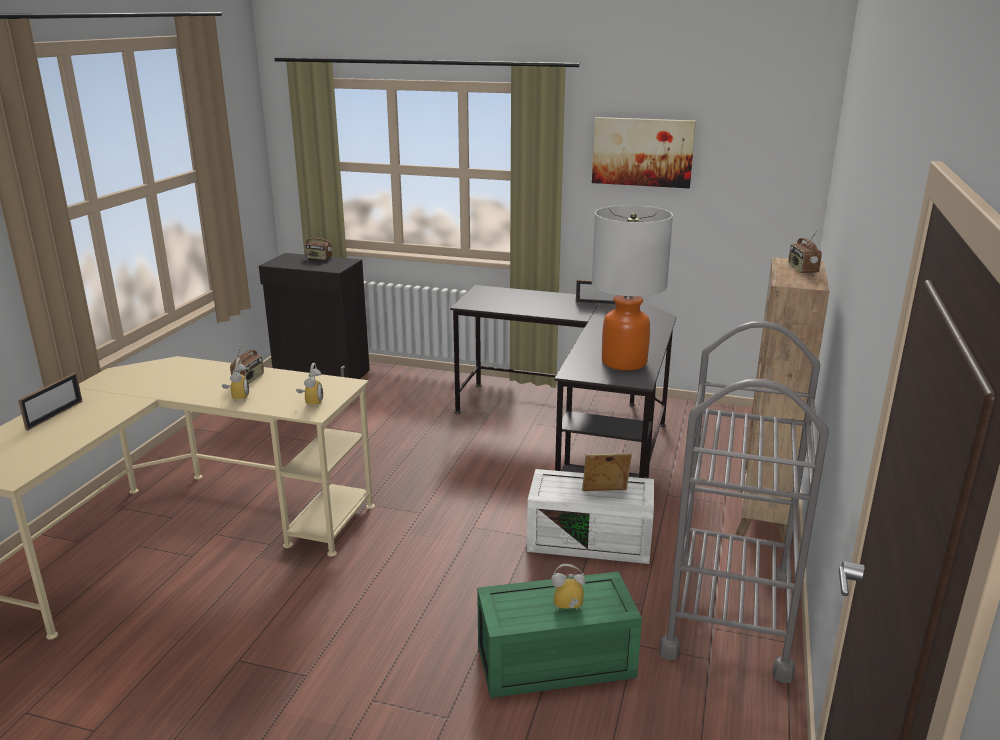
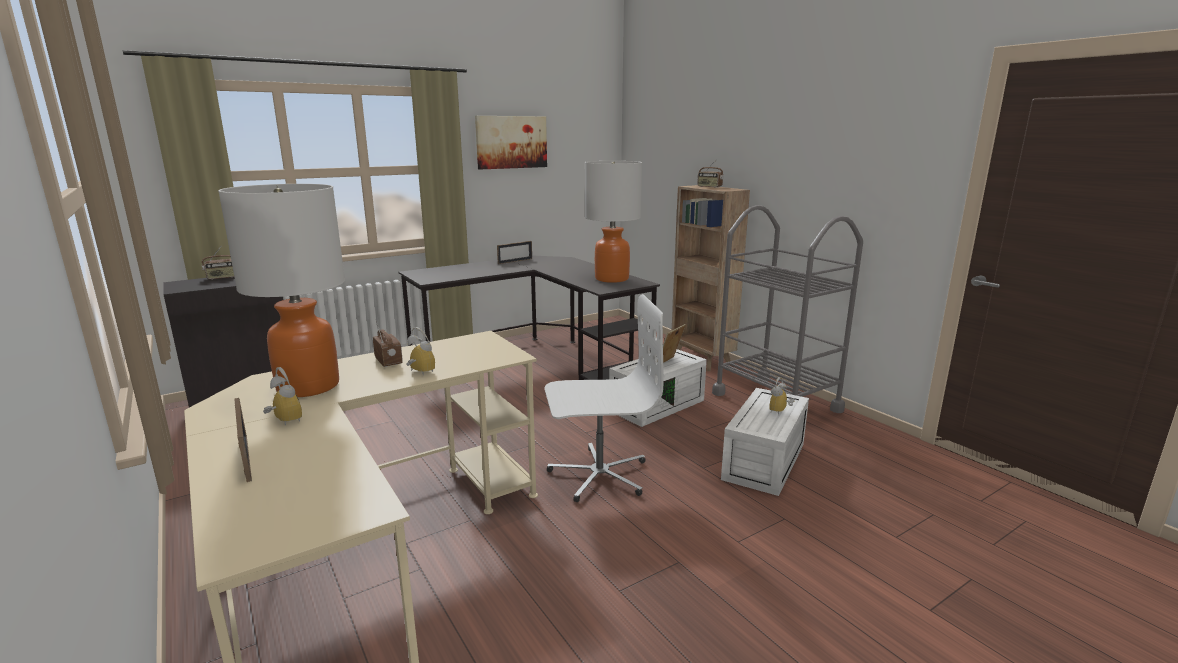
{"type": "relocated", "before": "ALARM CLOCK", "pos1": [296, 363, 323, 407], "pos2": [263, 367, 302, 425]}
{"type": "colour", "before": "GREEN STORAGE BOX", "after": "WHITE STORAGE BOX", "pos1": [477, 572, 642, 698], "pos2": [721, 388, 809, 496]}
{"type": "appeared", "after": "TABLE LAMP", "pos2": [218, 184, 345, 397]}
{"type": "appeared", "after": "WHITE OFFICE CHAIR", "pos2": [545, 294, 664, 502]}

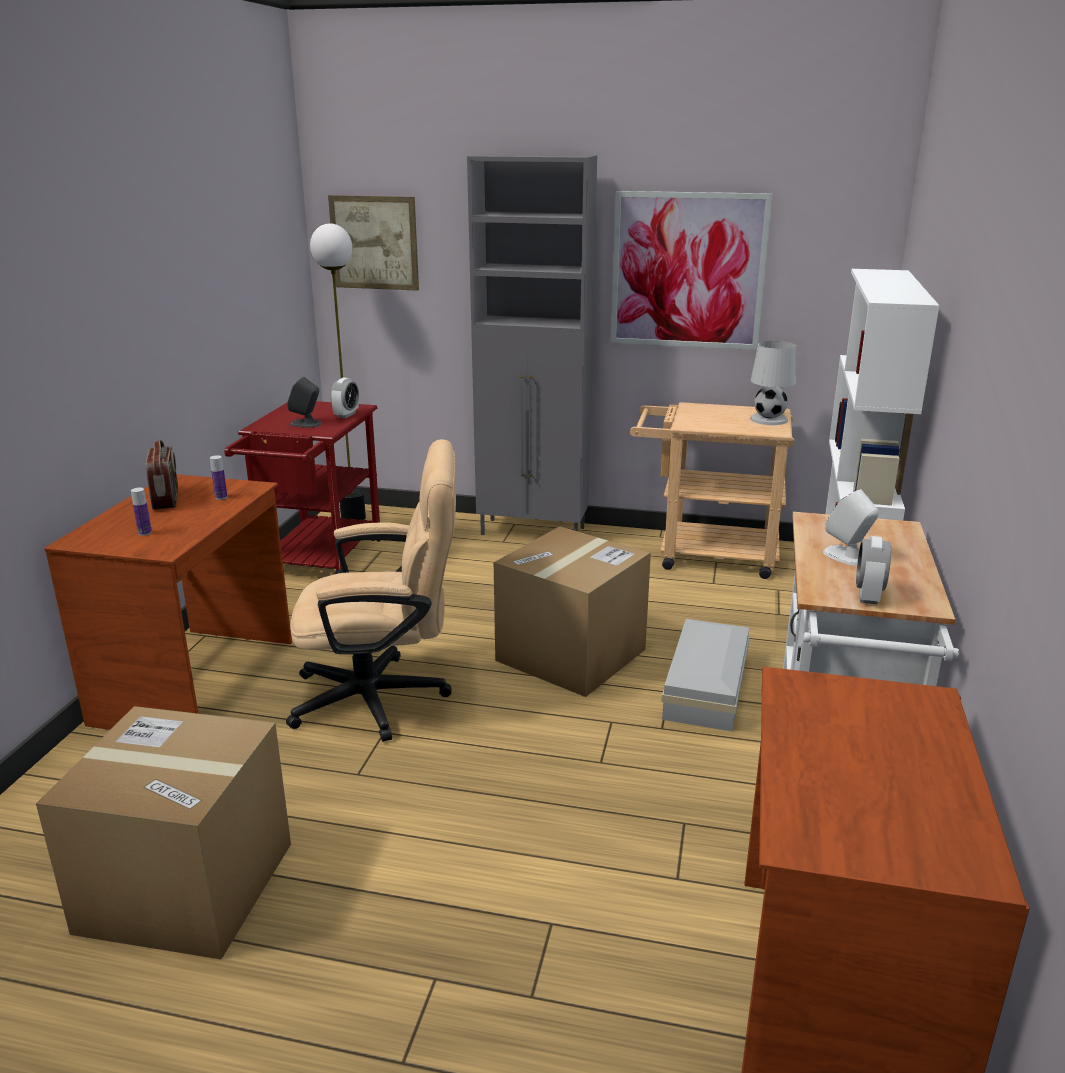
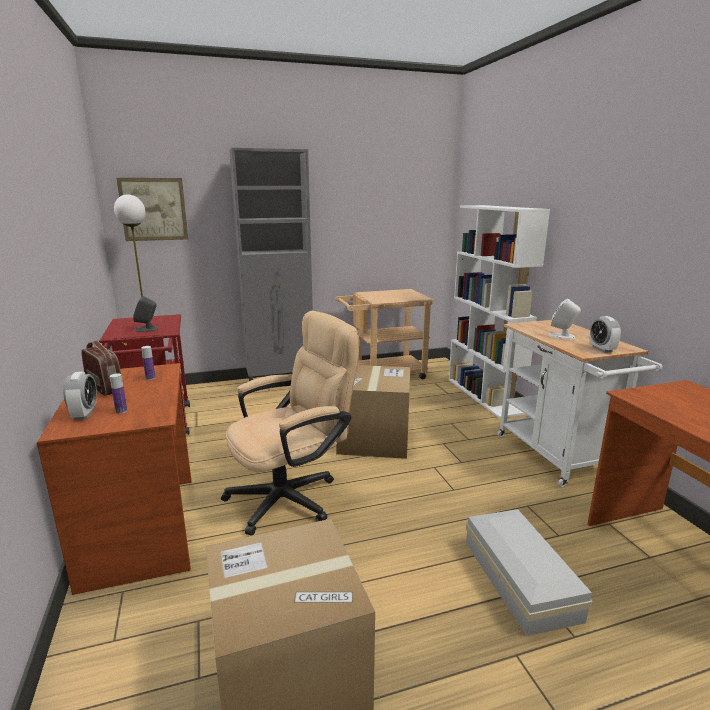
{"type": "relocated", "before": "ALARM CLOCK", "pos1": [330, 378, 359, 418], "pos2": [63, 372, 97, 420]}
{"type": "missing", "before": "PICTURE", "pos1": [611, 191, 772, 350]}
{"type": "relocated", "before": "WHITE STORAGE BOX", "pos1": [662, 619, 750, 731], "pos2": [466, 509, 592, 636]}
{"type": "missing", "before": "WHITE TABLE LAMP", "pos1": [750, 341, 796, 425]}

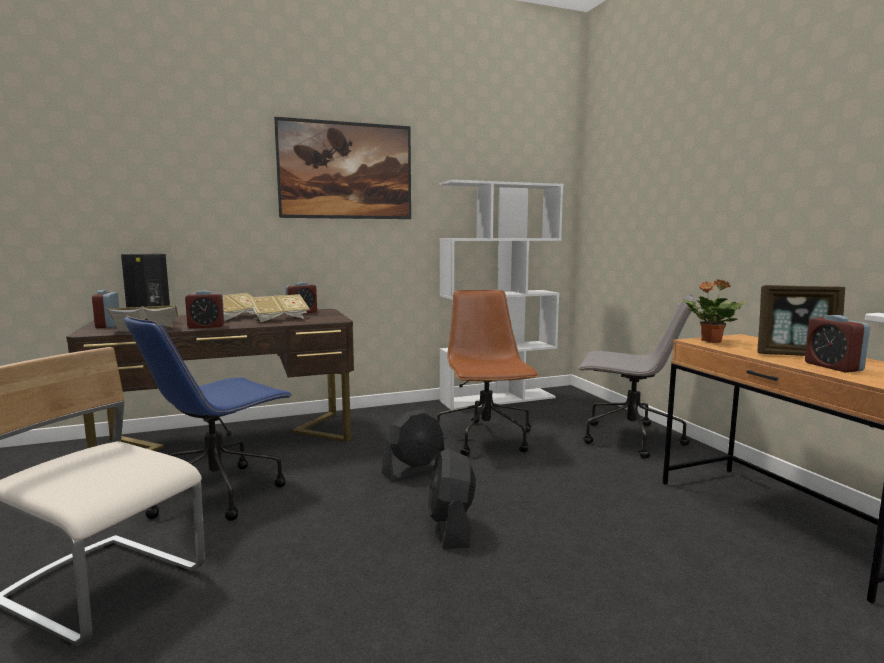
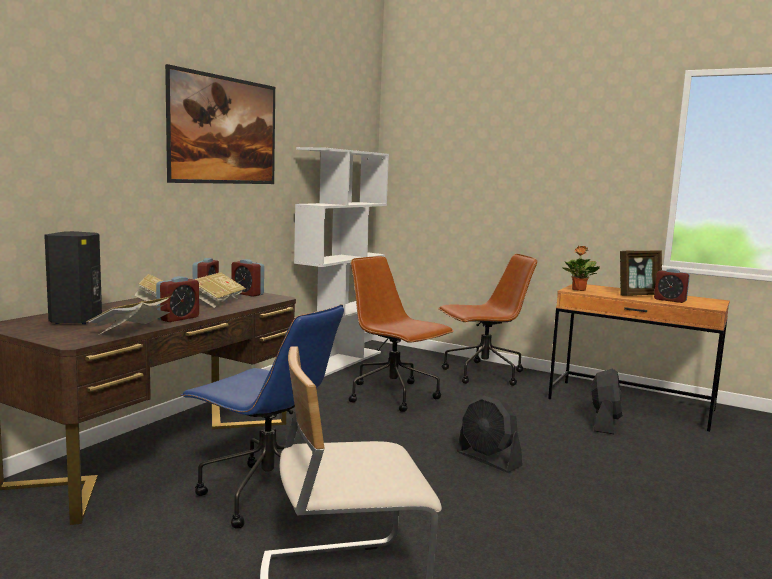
{"type": "relocated", "before": "ALARM CLOCK", "pos1": [92, 290, 119, 328], "pos2": [232, 259, 264, 297]}
{"type": "spun", "before": "BLUE OFFICE CHAIR", "pos1": [124, 315, 292, 521], "pos2": [180, 304, 344, 528], "turn": -60}
{"type": "relocated", "before": "BLACK FAN", "pos1": [382, 409, 445, 482], "pos2": [591, 369, 623, 434]}
{"type": "colour", "before": "GREY OFFICE CHAIR", "after": "BROWN OFFICE CHAIR", "pos1": [578, 294, 696, 459], "pos2": [438, 254, 537, 386]}

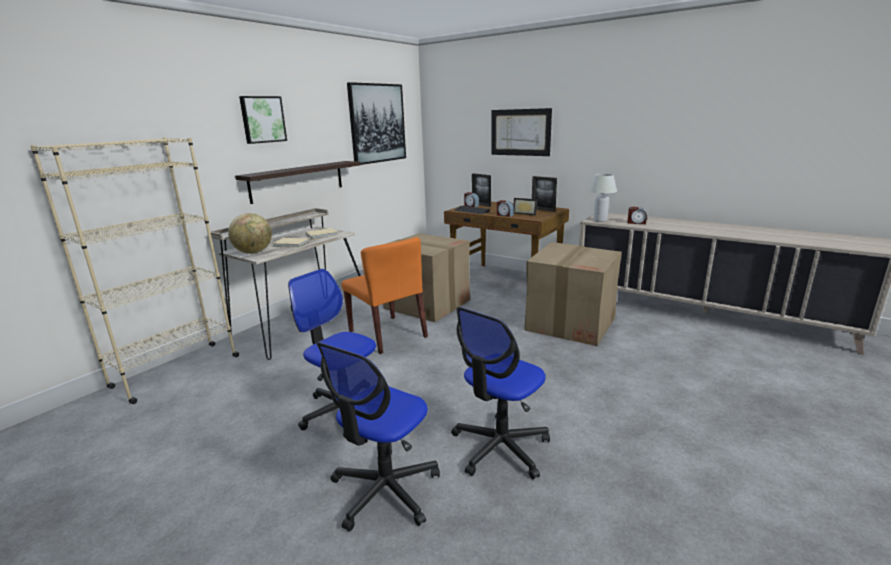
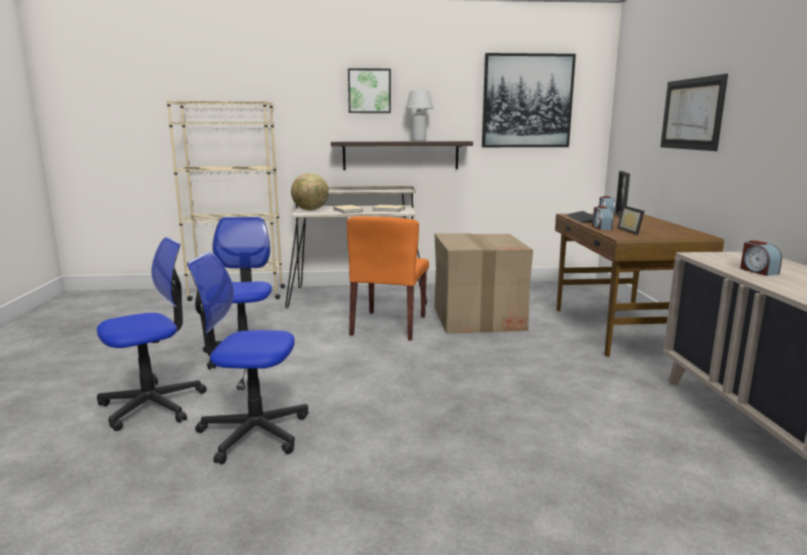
{"type": "spun", "before": "OFFICE CHAIR", "pos1": [316, 342, 440, 531], "pos2": [97, 237, 207, 431], "turn": 150}
{"type": "missing", "before": "CARDBOARD BOX", "pos1": [524, 242, 622, 346]}
{"type": "missing", "before": "PICTURE FRAME", "pos1": [532, 176, 557, 212]}
{"type": "relocated", "before": "WHITE TABLE LAMP", "pos1": [589, 174, 617, 222], "pos2": [405, 90, 434, 141]}

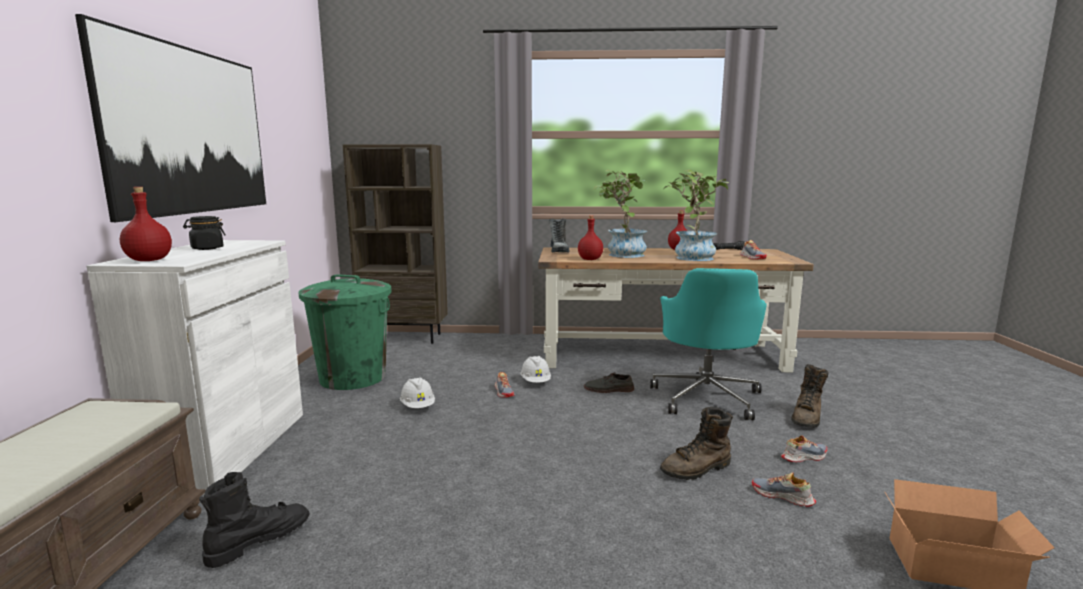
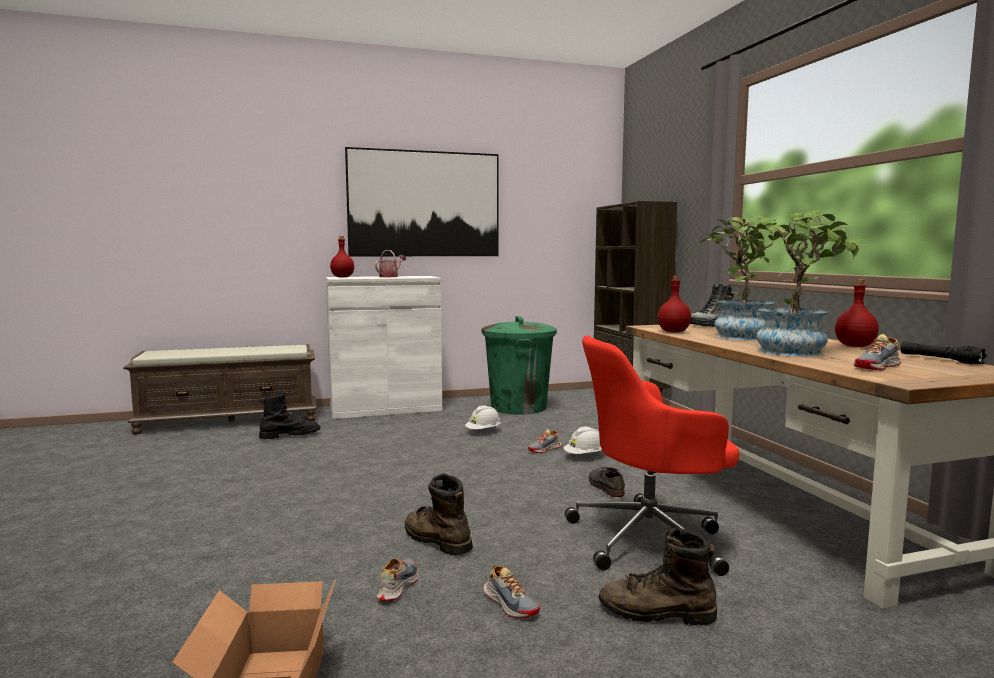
{"type": "exchanged", "before": "BLACK JAR", "after": "WATERING CAN", "pos1": [183, 216, 226, 250], "pos2": [375, 250, 406, 277]}
{"type": "spun", "before": "BLACK BOOT", "pos1": [199, 472, 310, 568], "pos2": [259, 392, 321, 440], "turn": -45}
{"type": "colour", "before": "TURQUOISE OFFICE CHAIR", "after": "RED OFFICE CHAIR", "pos1": [650, 268, 767, 420], "pos2": [565, 336, 739, 576]}

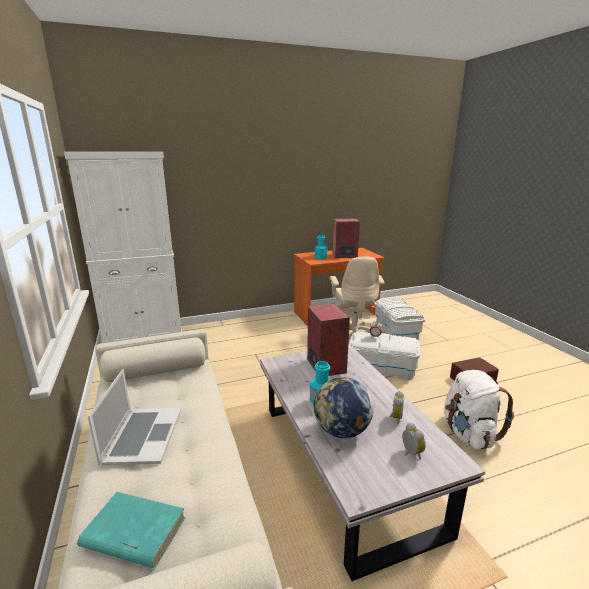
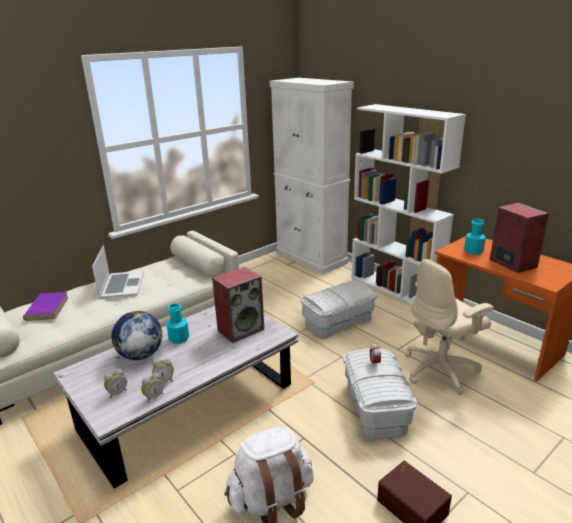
{"type": "colour", "before": "TURQUOISE BOOK", "after": "PURPLE BOOK", "pos1": [77, 492, 186, 568], "pos2": [23, 292, 69, 321]}
{"type": "spun", "before": "LAPTOP", "pos1": [88, 369, 181, 465], "pos2": [92, 245, 144, 299], "turn": -75}
{"type": "relocated", "before": "WHITE STORAGE BOX", "pos1": [374, 298, 425, 340], "pos2": [300, 280, 377, 338]}
{"type": "appeared", "after": "ALARM CLOCK", "pos2": [141, 372, 164, 403]}
{"type": "appeared", "after": "WHITE BOOKCASE", "pos2": [351, 104, 466, 304]}

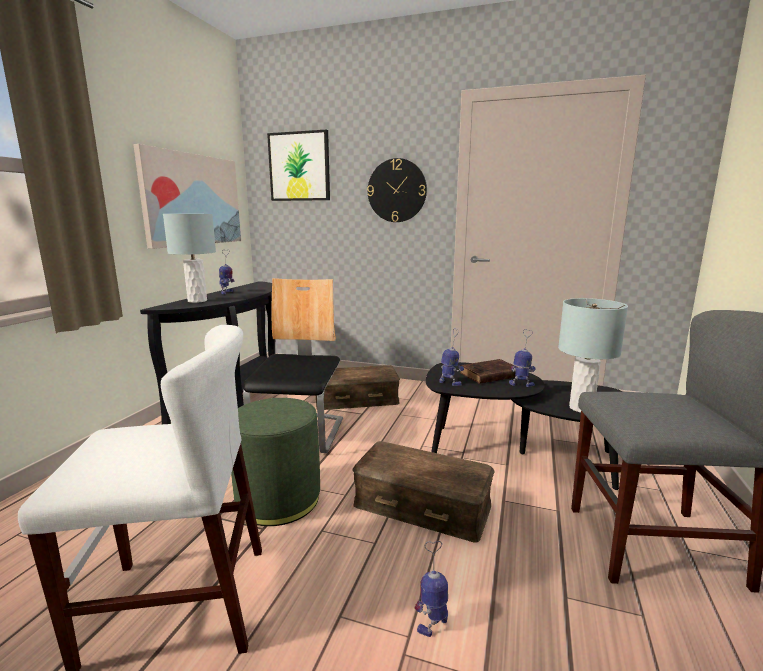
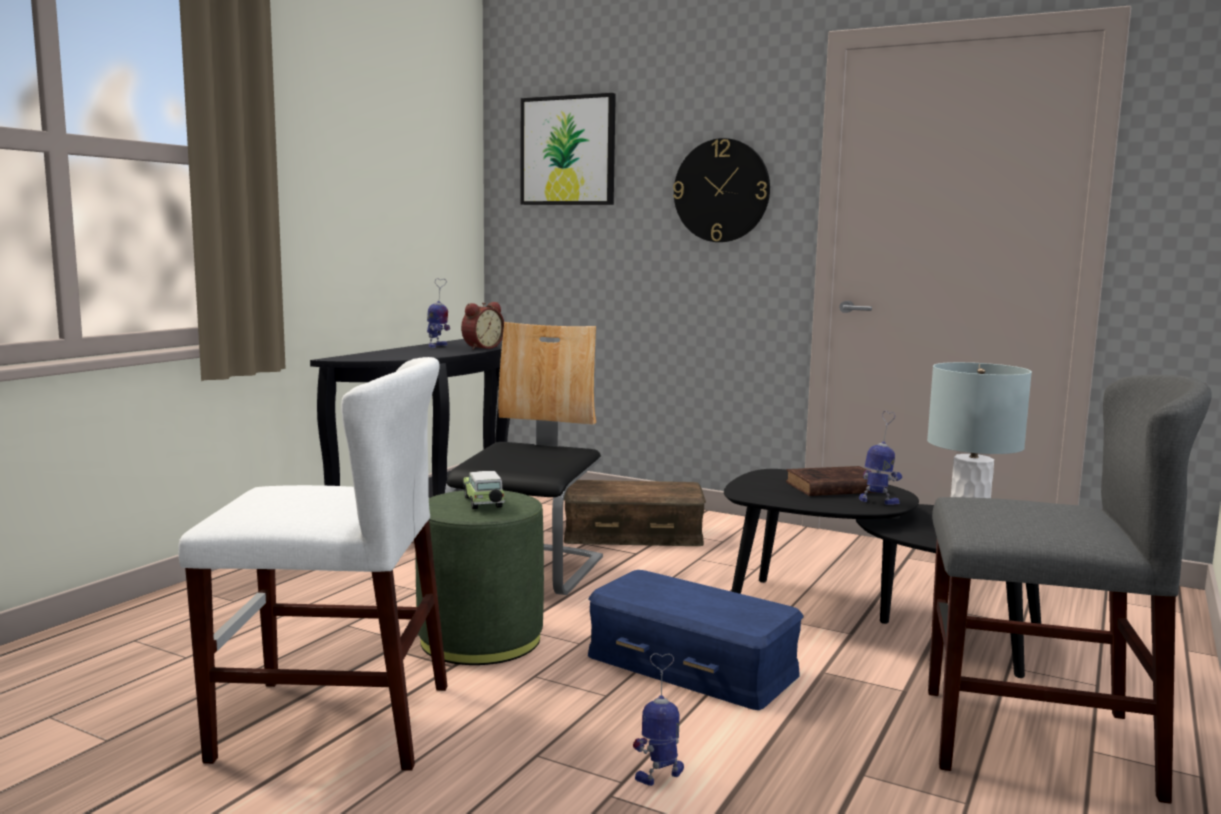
{"type": "missing", "before": "PICTURE", "pos1": [133, 144, 241, 249]}
{"type": "missing", "before": "GREY TABLE LAMP", "pos1": [163, 214, 216, 303]}
{"type": "colour", "before": "BROWN STORAGE BOX", "after": "BLUE STORAGE BOX", "pos1": [352, 441, 495, 543], "pos2": [588, 570, 804, 710]}
{"type": "missing", "before": "TOY ROBOT", "pos1": [439, 328, 464, 386]}
{"type": "appeared", "after": "ALARM CLOCK", "pos2": [461, 302, 504, 350]}
{"type": "appeared", "after": "TOY CAR", "pos2": [463, 471, 505, 509]}

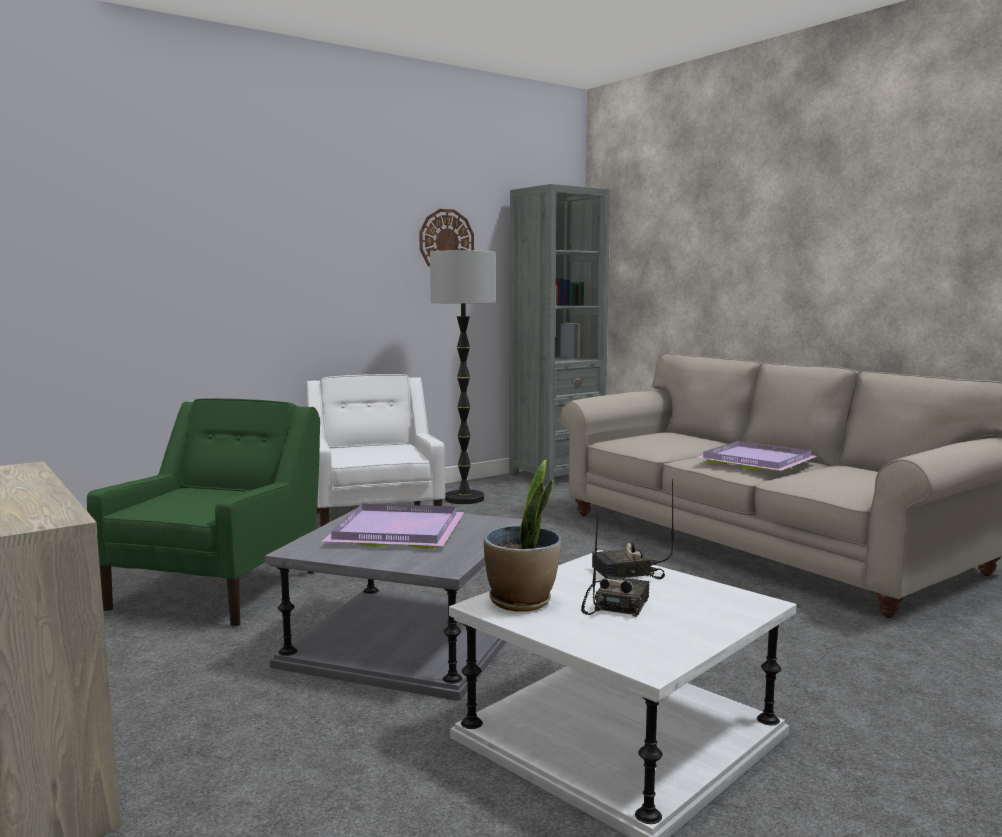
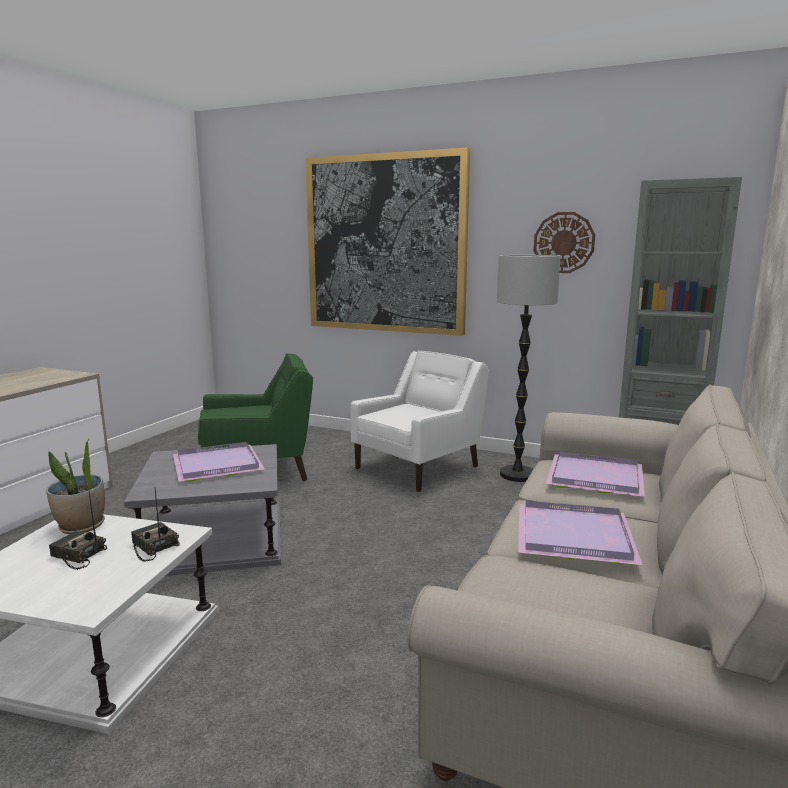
{"type": "spun", "before": "RADIO", "pos1": [581, 514, 650, 617], "pos2": [49, 490, 107, 570], "turn": -150}
{"type": "appeared", "after": "PICTURE", "pos2": [305, 147, 470, 336]}
{"type": "appeared", "after": "PURPLE TRAY", "pos2": [546, 451, 645, 497]}

